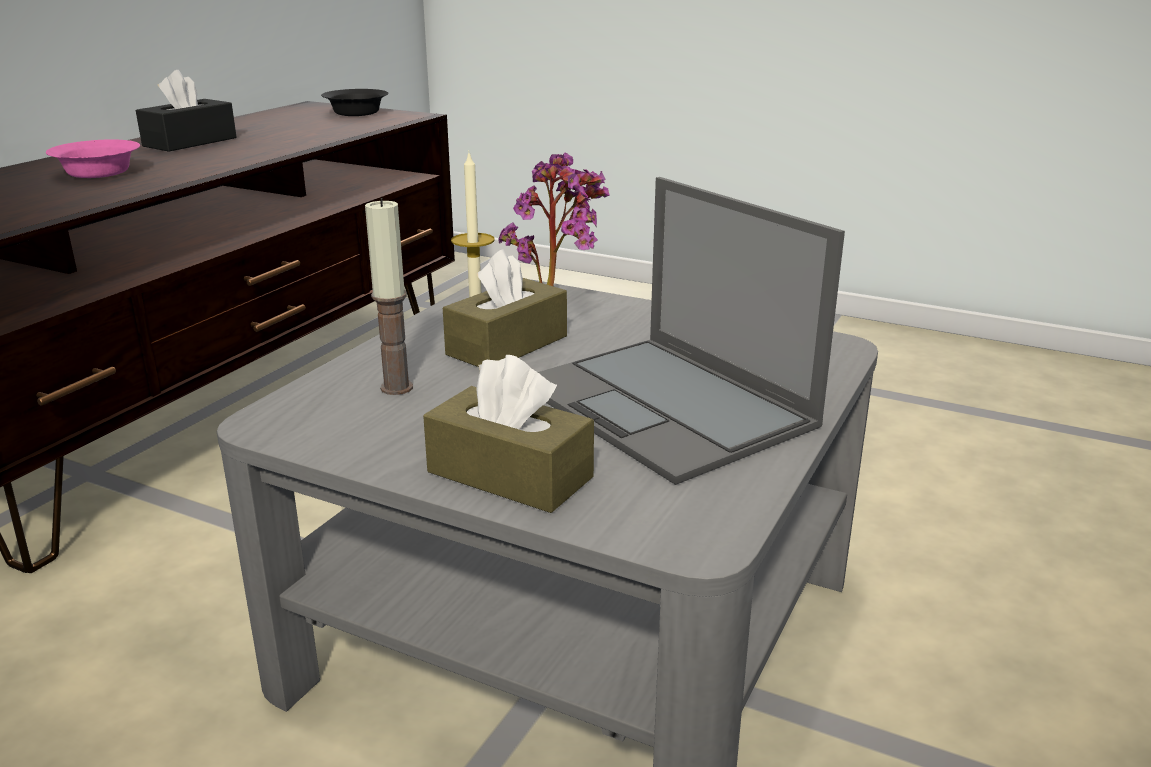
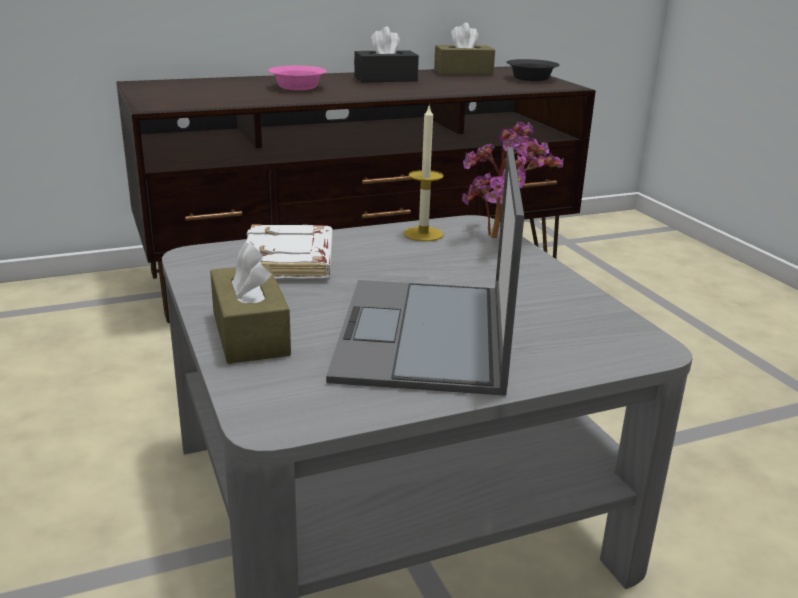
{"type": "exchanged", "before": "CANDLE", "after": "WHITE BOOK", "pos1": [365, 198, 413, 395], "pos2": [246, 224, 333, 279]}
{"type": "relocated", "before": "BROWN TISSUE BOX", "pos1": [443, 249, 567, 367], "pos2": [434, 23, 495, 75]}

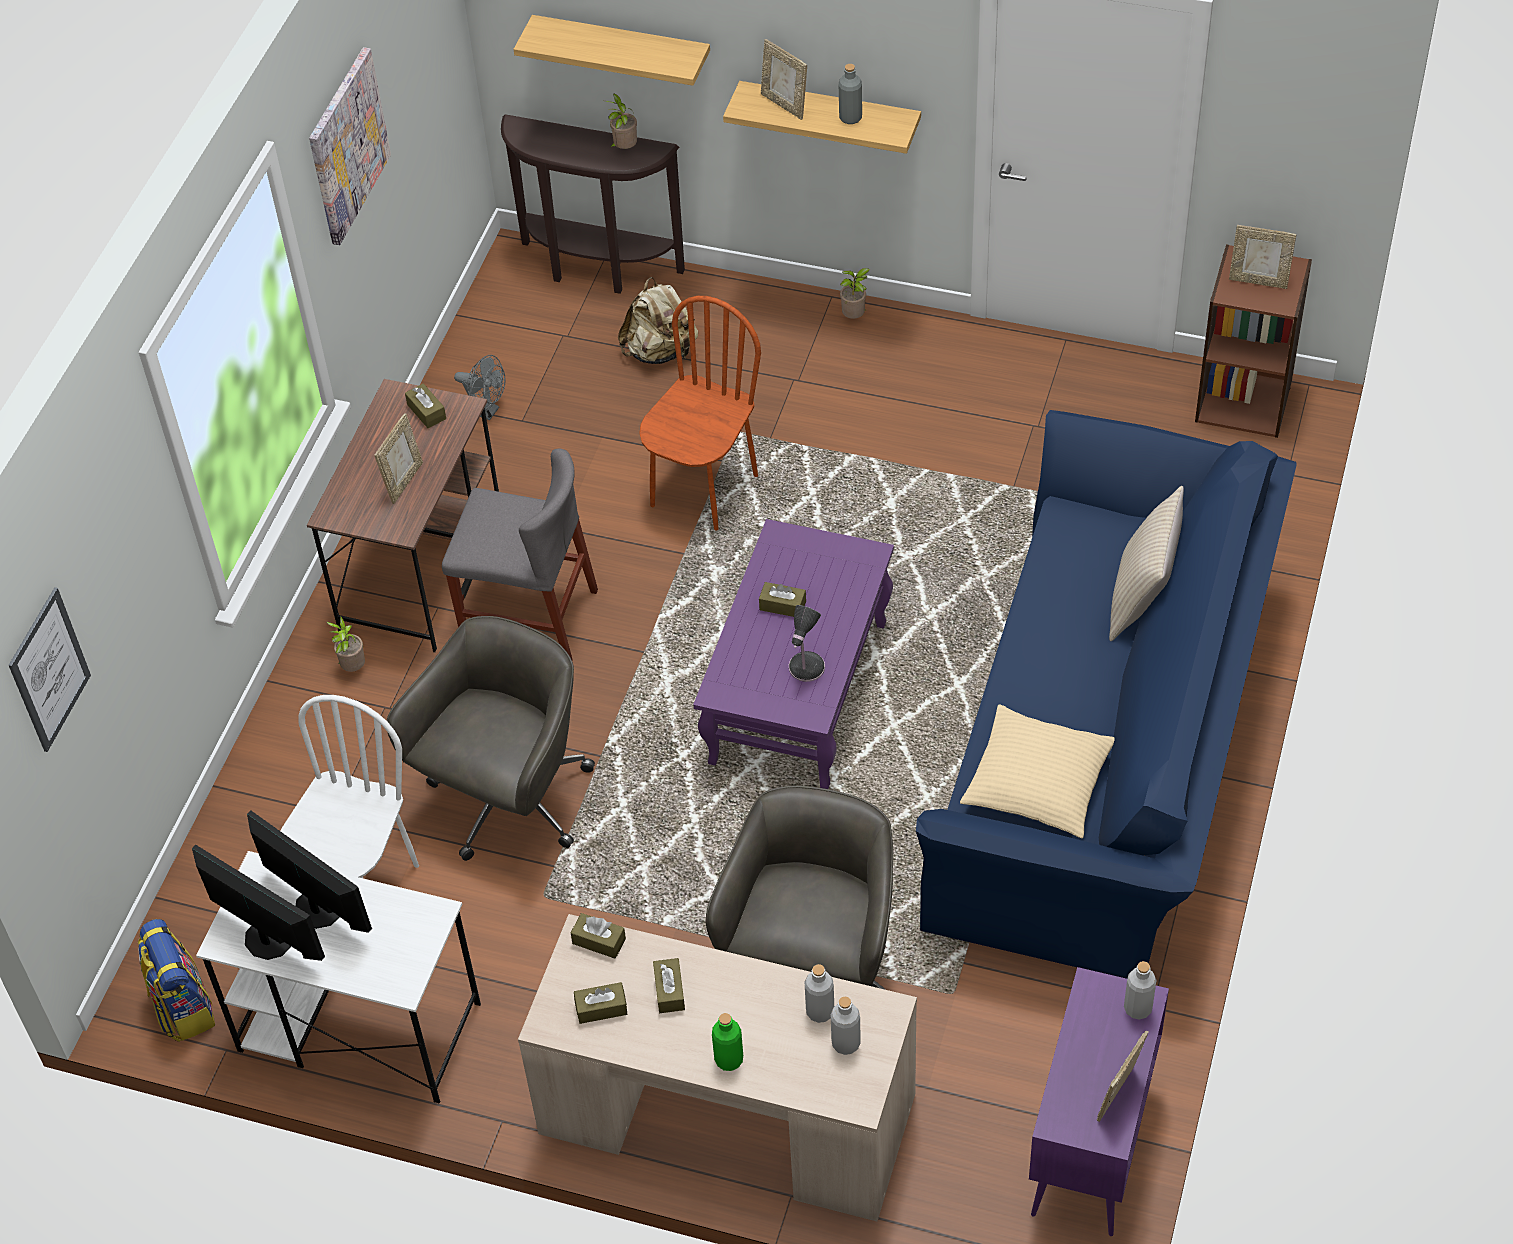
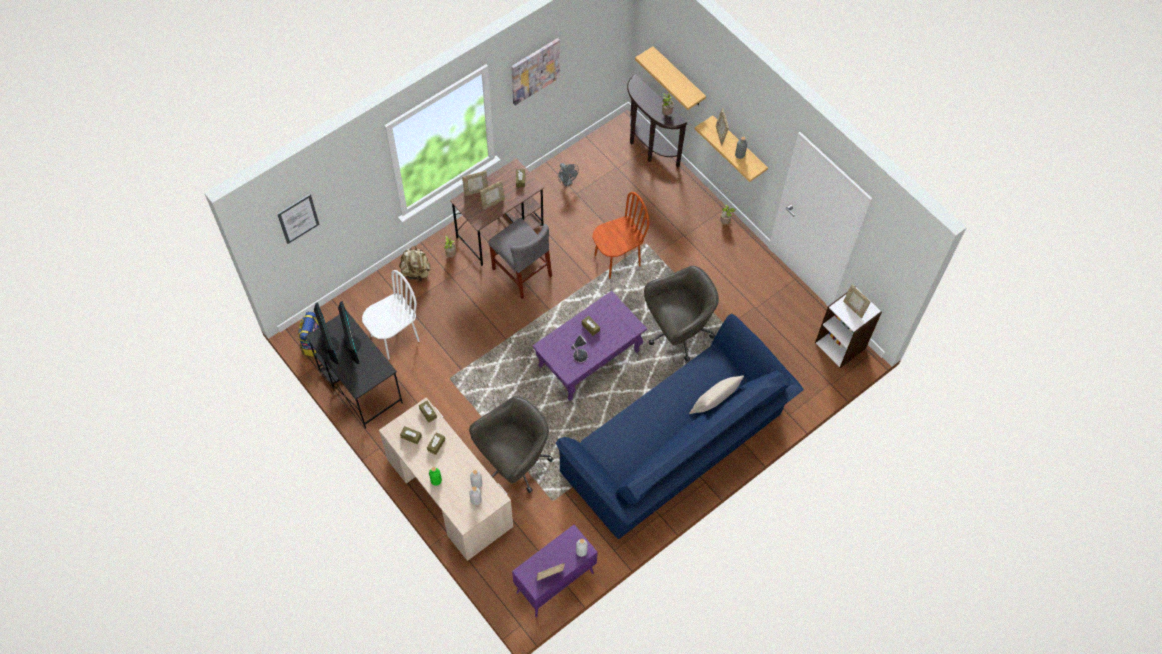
{"type": "colour", "before": "WHITE DESK", "after": "BLACK DESK", "pos1": [196, 851, 481, 1103], "pos2": [305, 310, 403, 429]}
{"type": "relocated", "before": "GREY OFFICE CHAIR", "pos1": [387, 616, 595, 861], "pos2": [644, 266, 719, 362]}
{"type": "relocated", "before": "BEIGE BACKPACK", "pos1": [618, 277, 698, 364], "pos2": [399, 246, 430, 282]}
{"type": "missing", "before": "BEIGE PILLOW", "pos1": [960, 704, 1115, 838]}
{"type": "colour", "before": "BROWN BOOKCASE", "after": "WHITE BOOKCASE", "pos1": [1195, 244, 1312, 438], "pos2": [815, 286, 882, 368]}
{"type": "appeared", "after": "PICTURE FRAME", "pos2": [462, 171, 488, 196]}

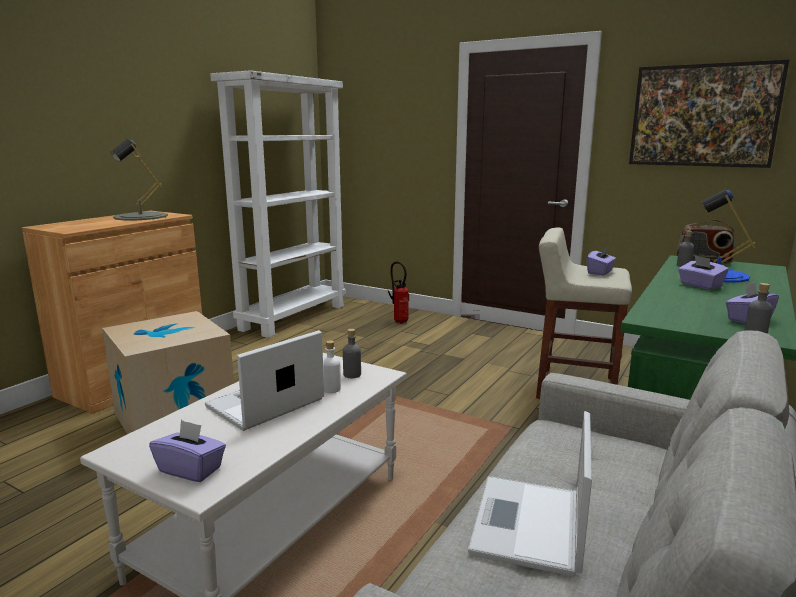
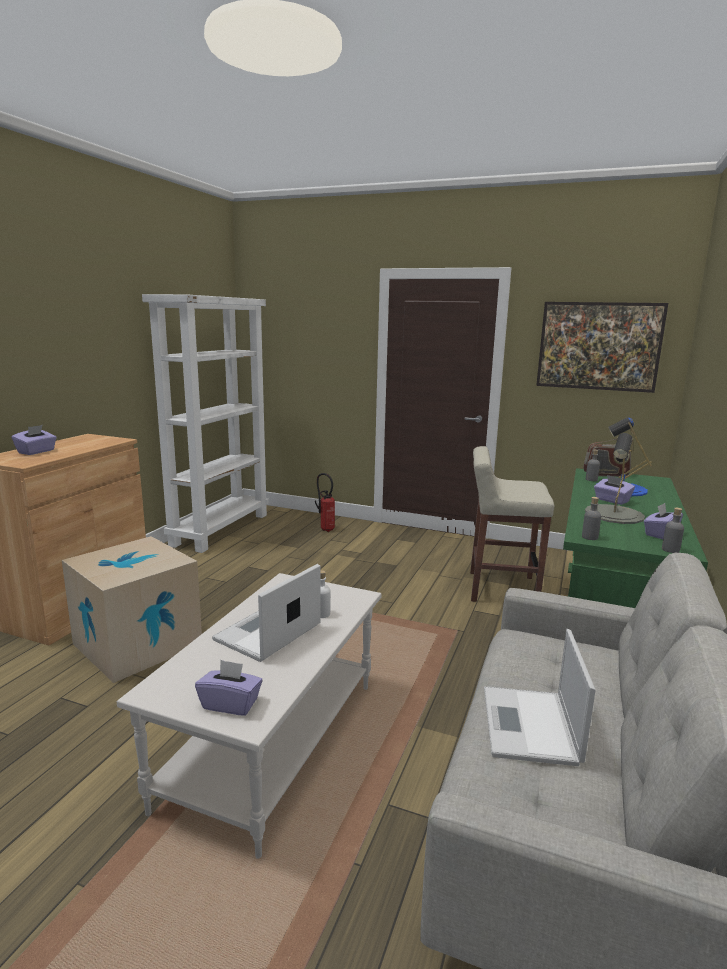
{"type": "relocated", "before": "GREY TABLE LAMP", "pos1": [110, 139, 168, 221], "pos2": [585, 433, 645, 524]}
{"type": "relocated", "before": "GREY BOTTLE", "pos1": [343, 329, 361, 378], "pos2": [582, 497, 601, 540]}
{"type": "relocated", "before": "PURPLE TISSUE BOX", "pos1": [587, 246, 616, 276], "pos2": [11, 425, 57, 455]}

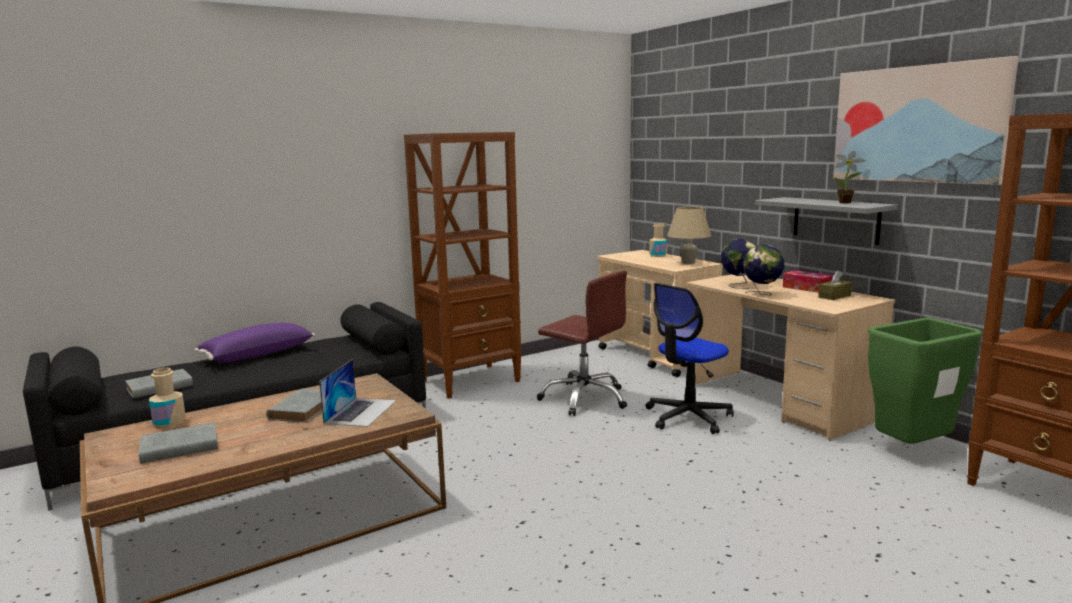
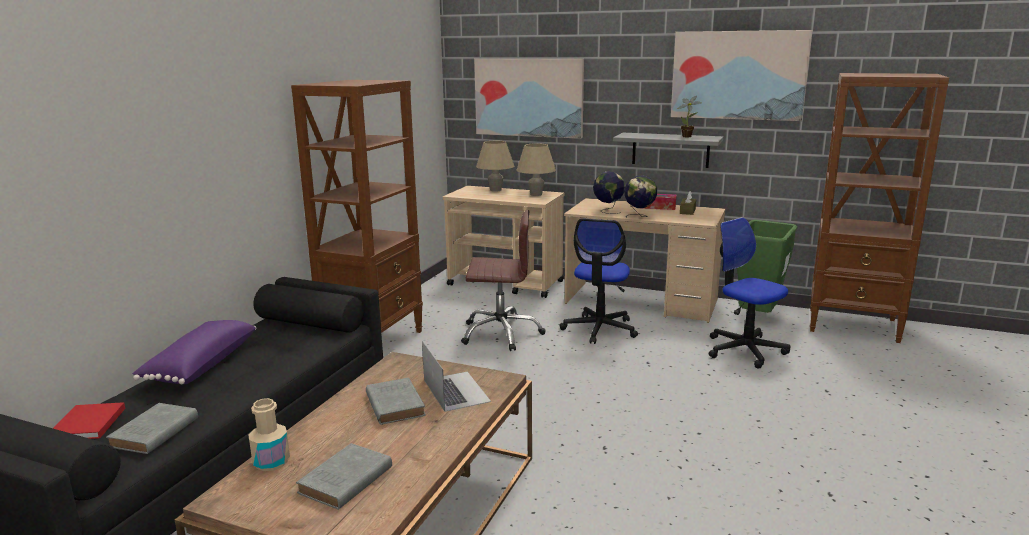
{"type": "exchanged", "before": "BEIGE BOTTLE", "after": "BEIGE TABLE LAMP", "pos1": [649, 223, 668, 257], "pos2": [476, 141, 514, 192]}
{"type": "appeared", "after": "RED BOOK", "pos2": [53, 402, 125, 439]}
{"type": "appeared", "after": "PICTURE", "pos2": [474, 59, 584, 139]}
{"type": "appeared", "after": "OFFICE CHAIR", "pos2": [709, 217, 790, 369]}

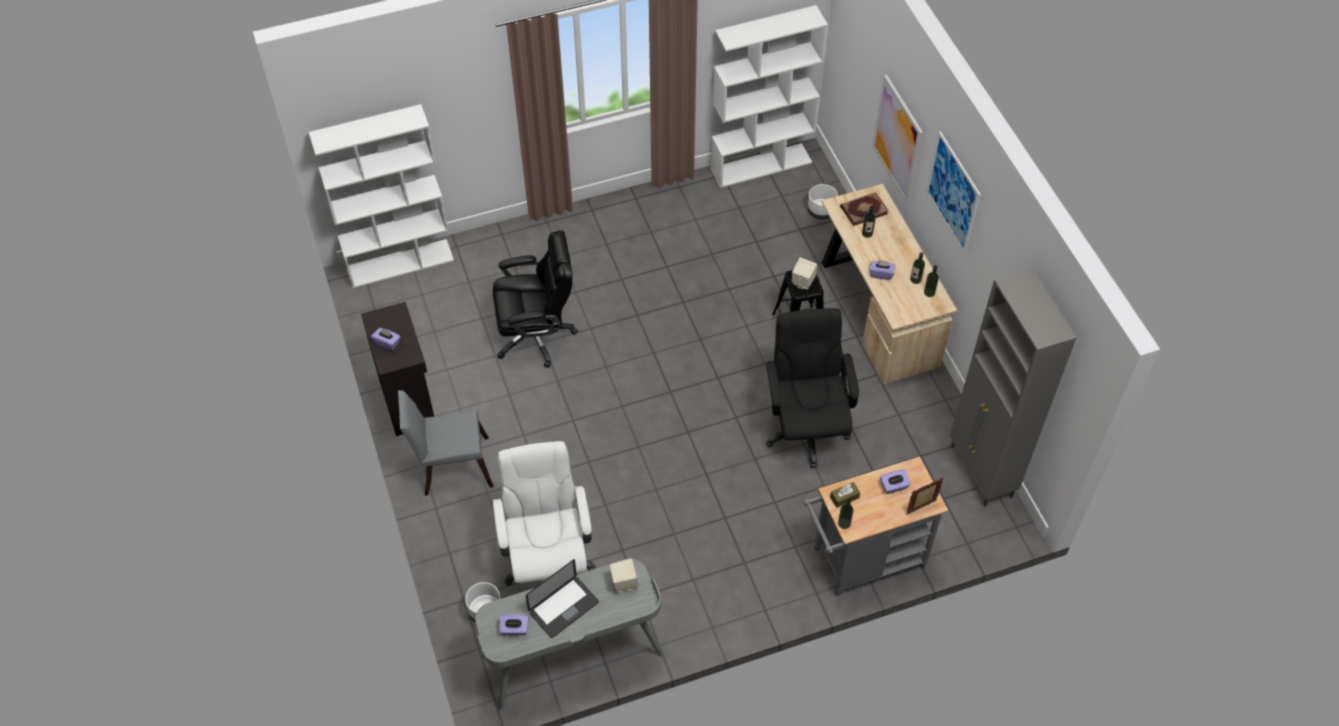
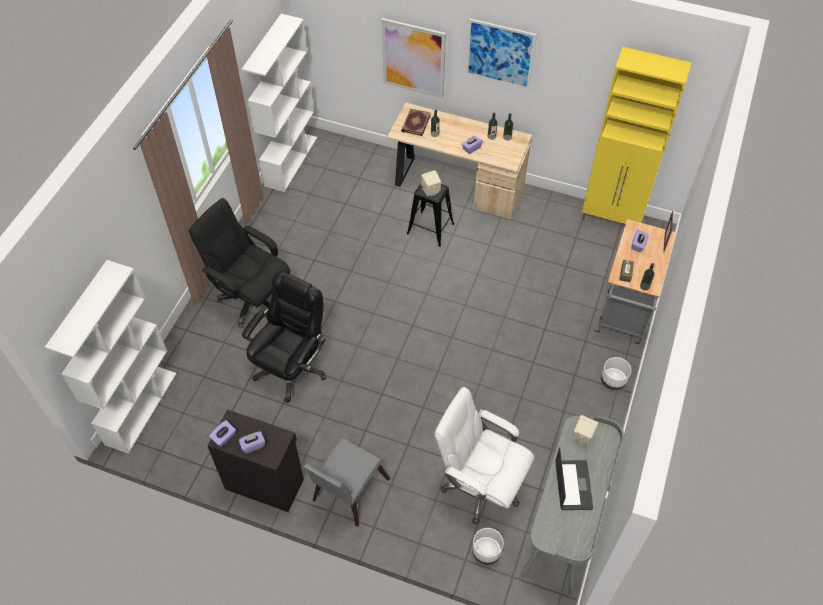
{"type": "relocated", "before": "PURPLE TISSUE BOX", "pos1": [499, 614, 528, 636], "pos2": [209, 420, 236, 447]}
{"type": "relocated", "before": "BLACK OFFICE CHAIR", "pos1": [766, 308, 859, 468], "pos2": [189, 198, 290, 328]}
{"type": "relocated", "before": "WHITE PLANTER", "pos1": [807, 184, 838, 220], "pos2": [601, 357, 631, 390]}
{"type": "colour", "before": "GREY CABINET", "after": "YELLOW CABINET", "pos1": [950, 269, 1076, 507], "pos2": [582, 47, 691, 224]}

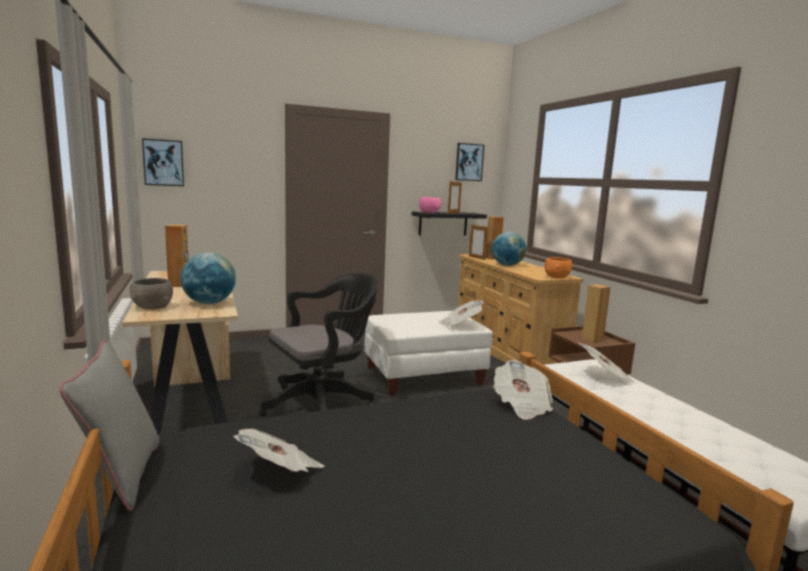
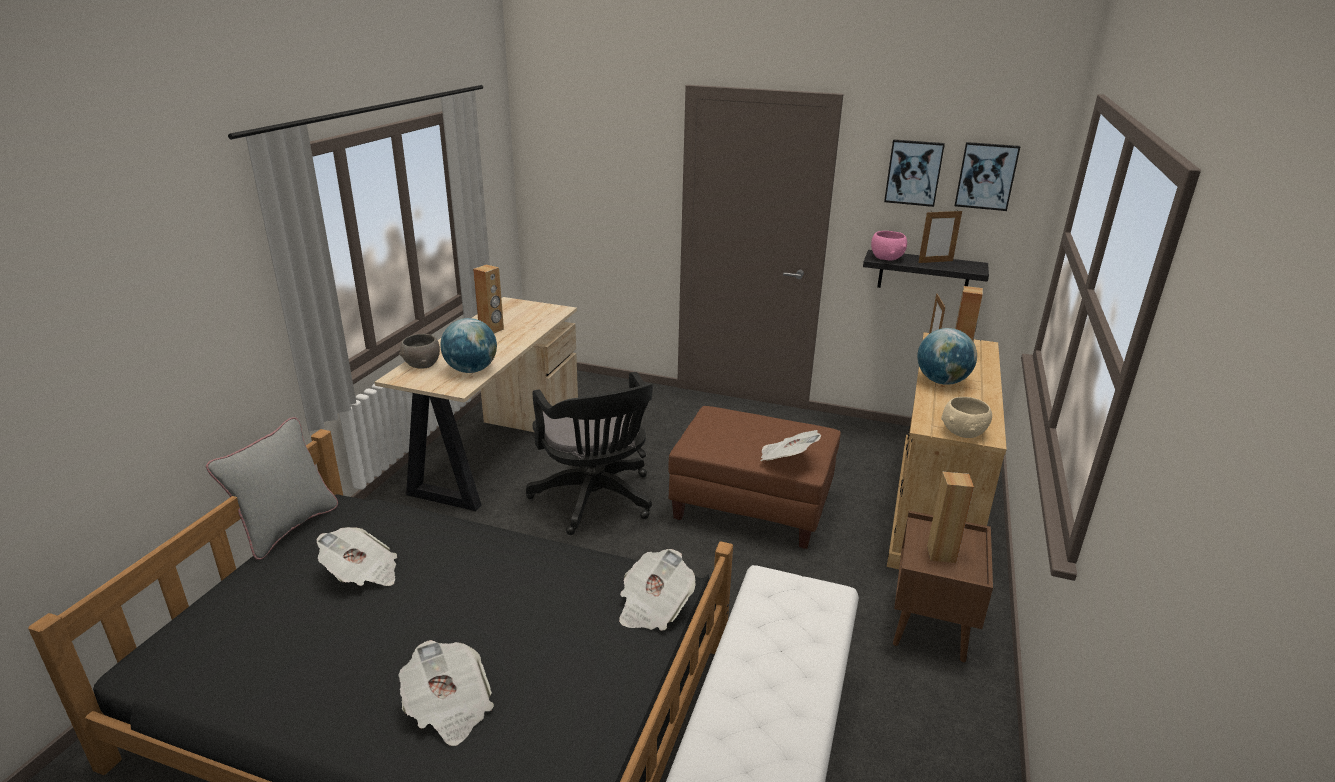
{"type": "relocated", "before": "PICTURE", "pos1": [142, 138, 184, 186], "pos2": [884, 139, 945, 207]}
{"type": "spun", "before": "BLACK OFFICE CHAIR", "pos1": [259, 273, 379, 417], "pos2": [526, 372, 653, 535], "turn": 60}
{"type": "colour", "before": "WHITE OTTOMAN", "after": "BROWN OTTOMAN", "pos1": [364, 311, 493, 396], "pos2": [668, 406, 841, 549]}
{"type": "colour", "before": "ORANGE BOWL", "after": "BEIGE BOWL", "pos1": [545, 257, 573, 278], "pos2": [941, 397, 992, 438]}
{"type": "relocated", "before": "NEWSPAPER", "pos1": [579, 343, 636, 383], "pos2": [398, 640, 494, 746]}

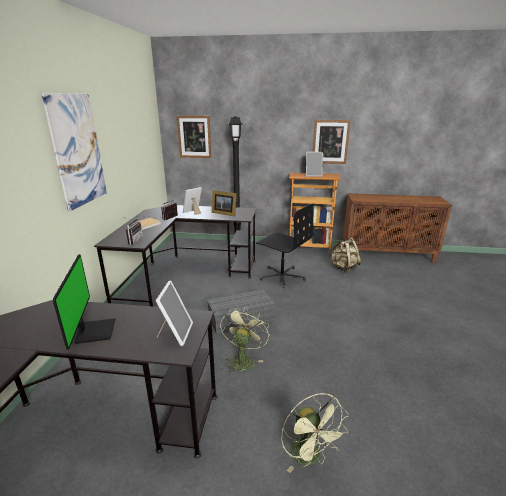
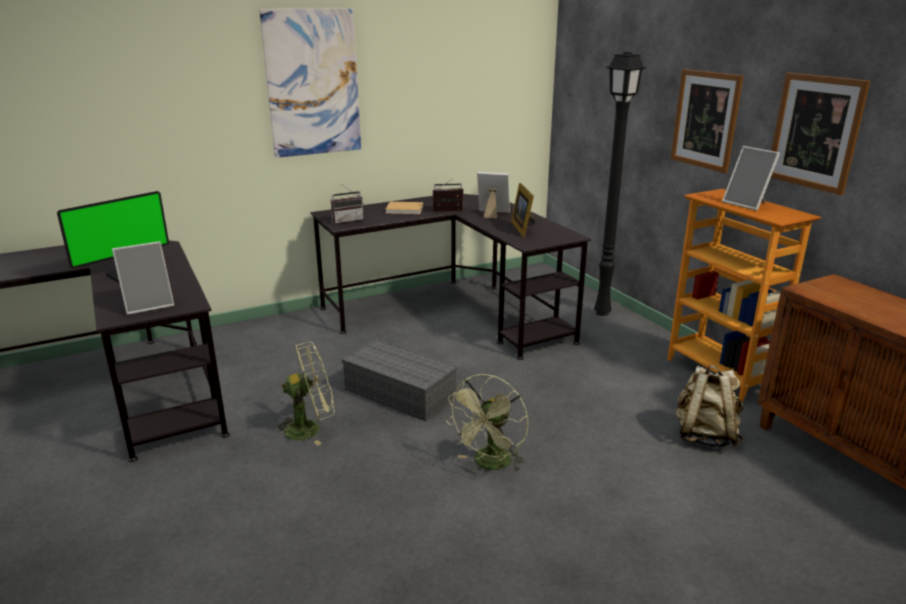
{"type": "relocated", "before": "PICTURE", "pos1": [177, 116, 211, 158], "pos2": [671, 69, 743, 173]}
{"type": "missing", "before": "BLACK OFFICE CHAIR", "pos1": [256, 203, 314, 288]}
{"type": "relocated", "before": "GREEN FAN", "pos1": [281, 393, 349, 473], "pos2": [445, 374, 528, 472]}

